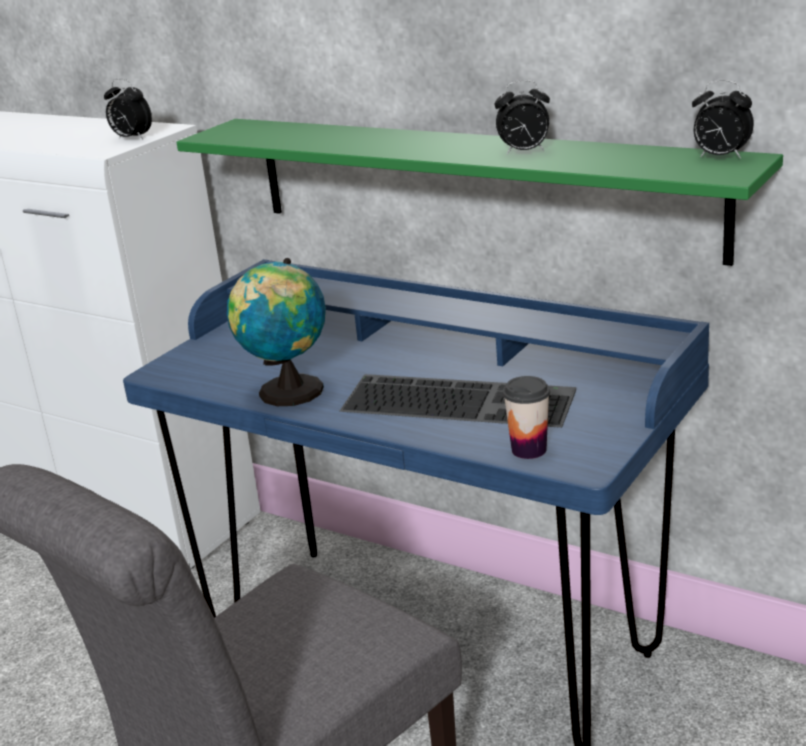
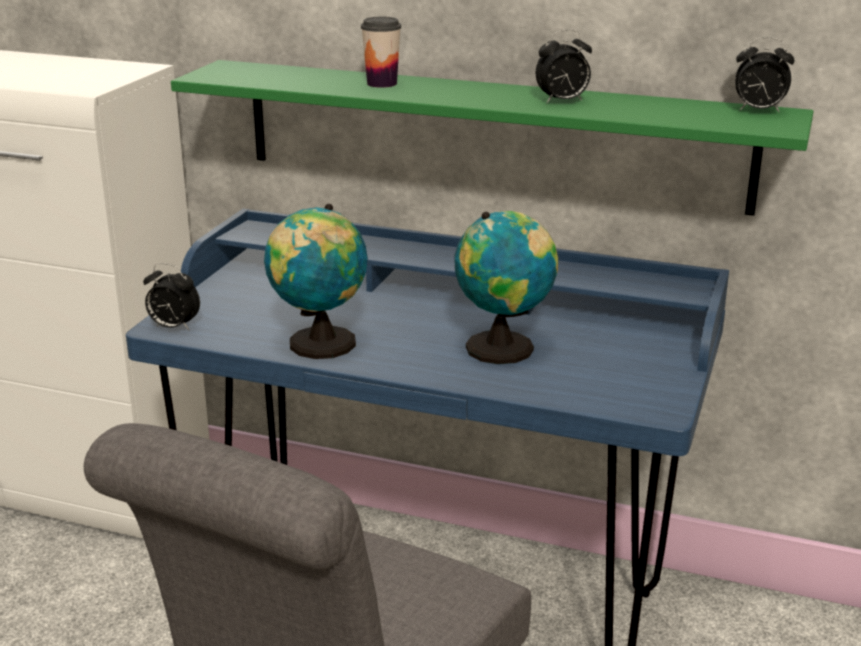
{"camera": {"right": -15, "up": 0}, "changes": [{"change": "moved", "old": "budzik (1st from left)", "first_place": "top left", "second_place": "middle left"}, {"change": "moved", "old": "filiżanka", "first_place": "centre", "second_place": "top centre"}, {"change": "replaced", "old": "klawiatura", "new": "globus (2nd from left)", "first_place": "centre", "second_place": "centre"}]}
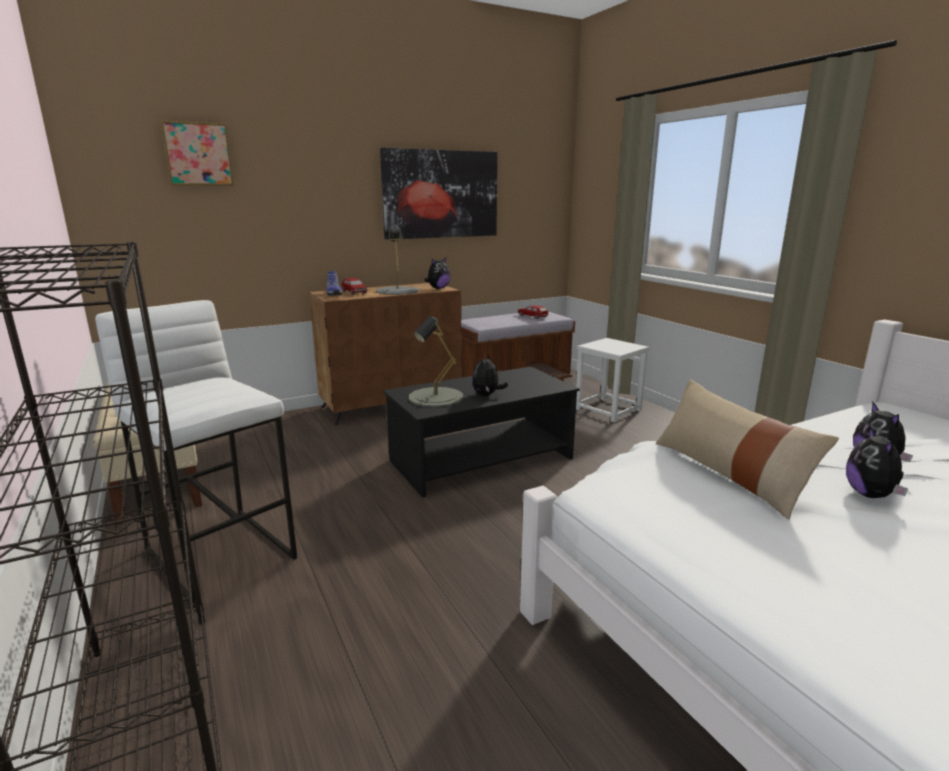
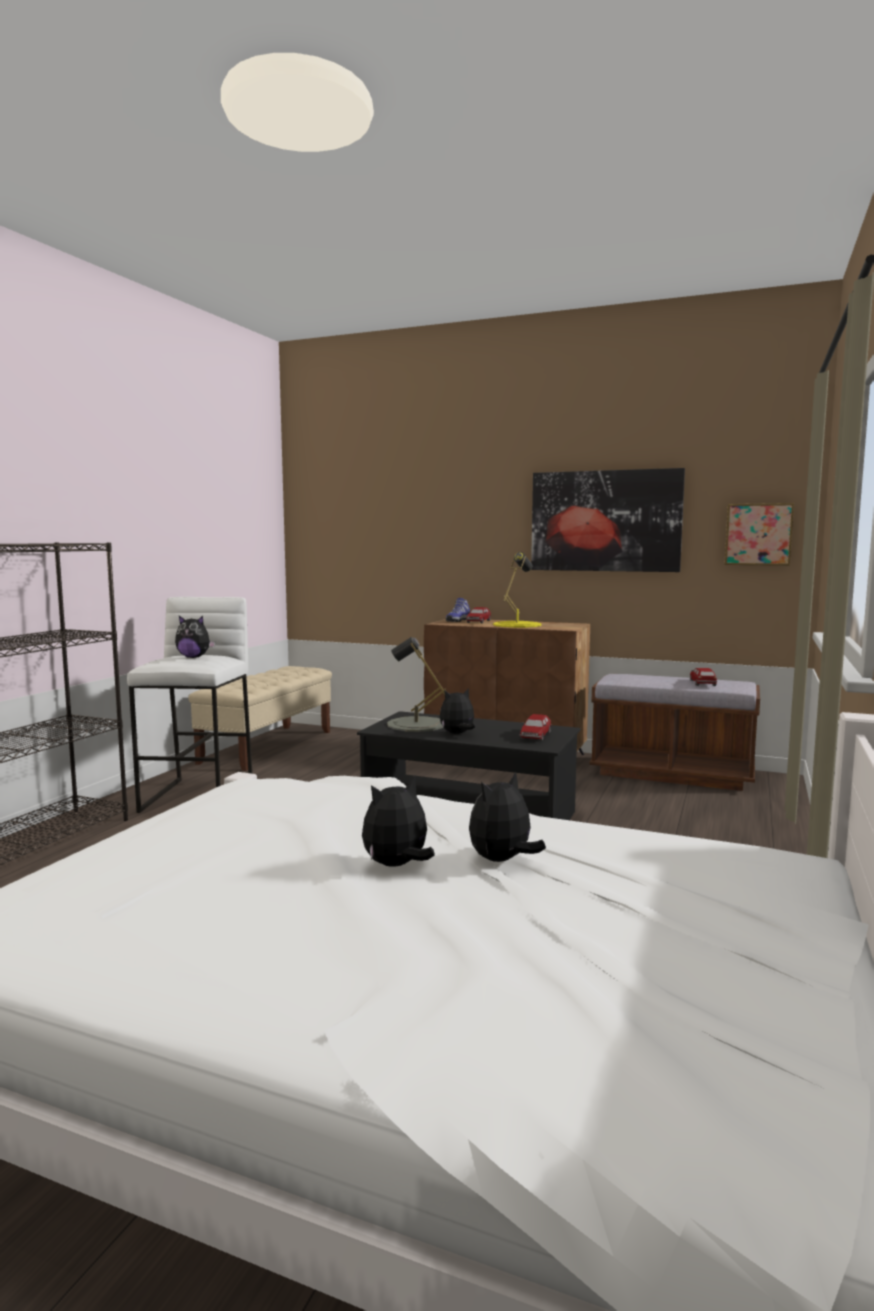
{"camera": {"right": 50, "up": -10}, "changes": [{"change": "removed", "old": "stołek (biały) (2nd from left)", "first_place": "centre"}, {"change": "removed", "old": "poduszka (beżowy)", "first_place": "middle right"}, {"change": "added", "new": "samochodzik (2nd from left)", "second_place": "centre"}, {"change": "moved", "old": "obraz (1st from left in the first image)", "new": "obraz (2nd from left)", "first_place": "top left", "second_place": "middle right"}, {"change": "moved", "old": "pluszak (1st from left)", "first_place": "centre", "second_place": "middle left"}, {"change": "recoloured", "old": "lampa stołowa (szary) (1st from left)", "new": "lampa stołowa (żółty)", "first_place": "centre", "second_place": "centre"}]}
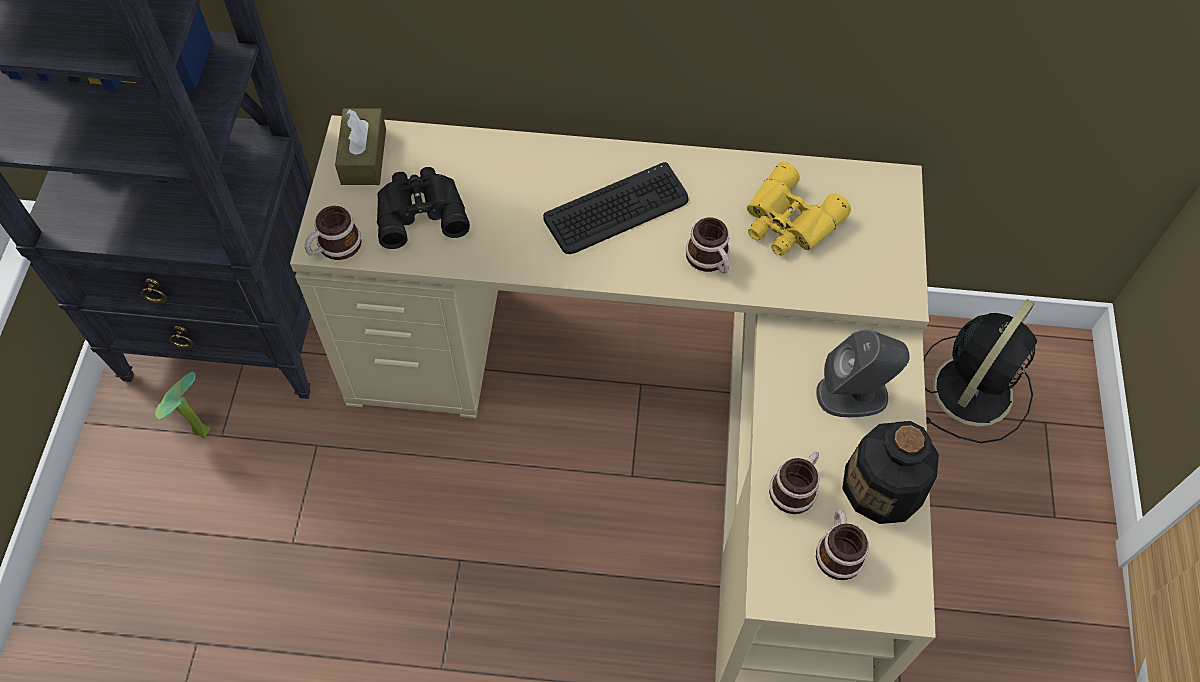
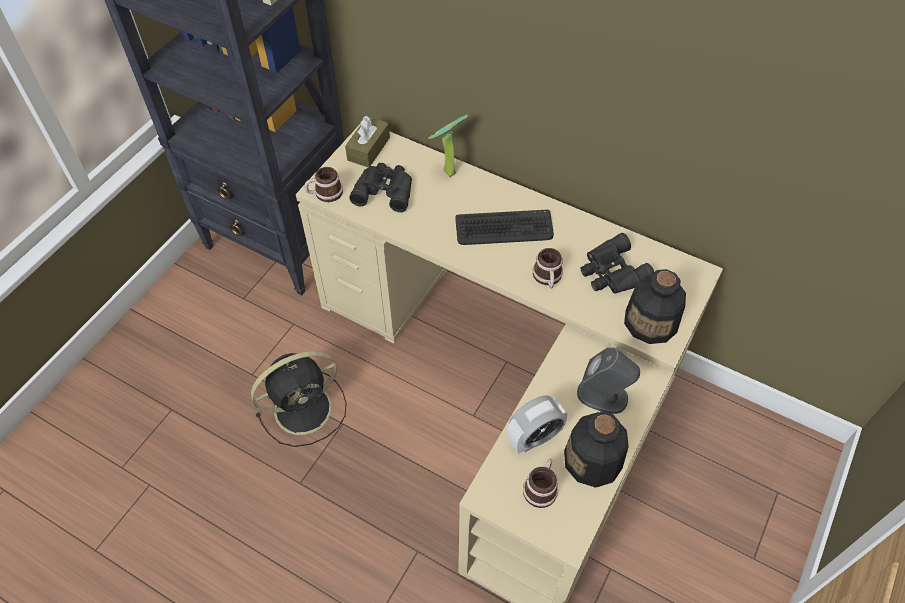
{"camera": {"right": 25, "up": -5}, "changes": [{"change": "added", "new": "butelka (2nd from left)", "second_place": "middle right"}, {"change": "moved", "old": "roślina doniczkowa", "first_place": "middle left", "second_place": "top centre"}, {"change": "moved", "old": "wentylator (czarny)", "first_place": "middle right", "second_place": "middle left"}, {"change": "replaced", "old": "kubek (3rd from left)", "new": "budzik", "first_place": "bottom centre", "second_place": "bottom centre"}, {"change": "recoloured", "old": "lornetka (żółty)", "new": "lornetka (czarny) (2nd from left)", "first_place": "top centre", "second_place": "middle right"}]}
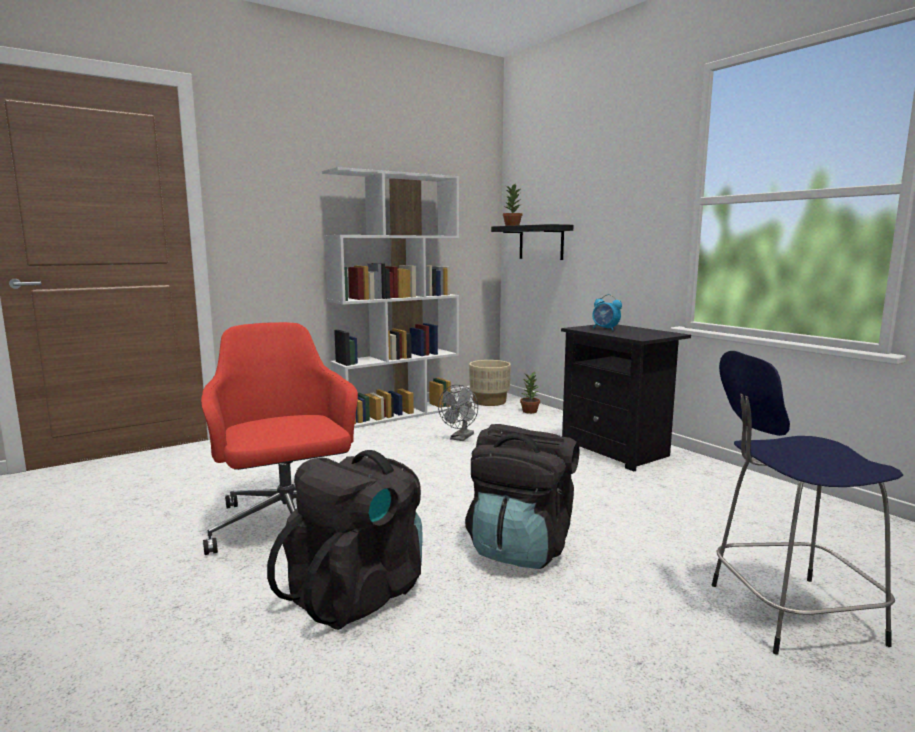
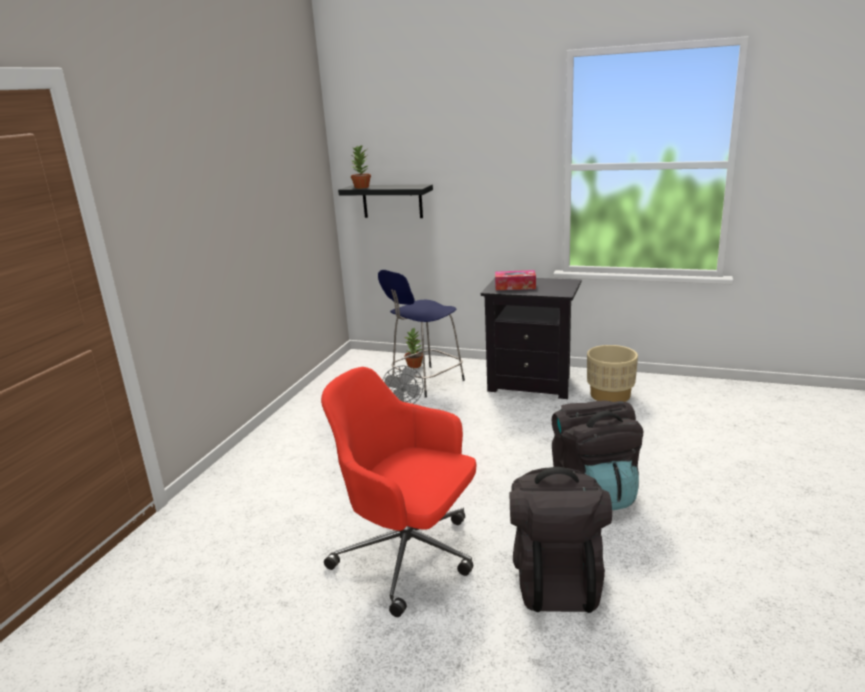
{"camera": {"right": -35, "up": 10}, "changes": [{"change": "removed", "old": "regał (biały)", "first_place": "centre"}, {"change": "moved", "old": "donica (beżowy)", "first_place": "centre", "second_place": "middle right"}, {"change": "moved", "old": "stołek (niebieski)", "first_place": "bottom right", "second_place": "centre"}, {"change": "replaced", "old": "budzik", "new": "pudełko chusteczek", "first_place": "centre", "second_place": "centre"}]}
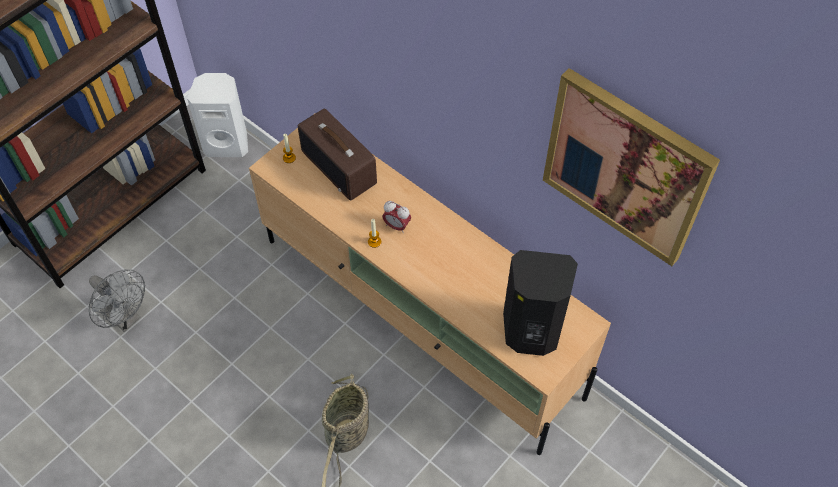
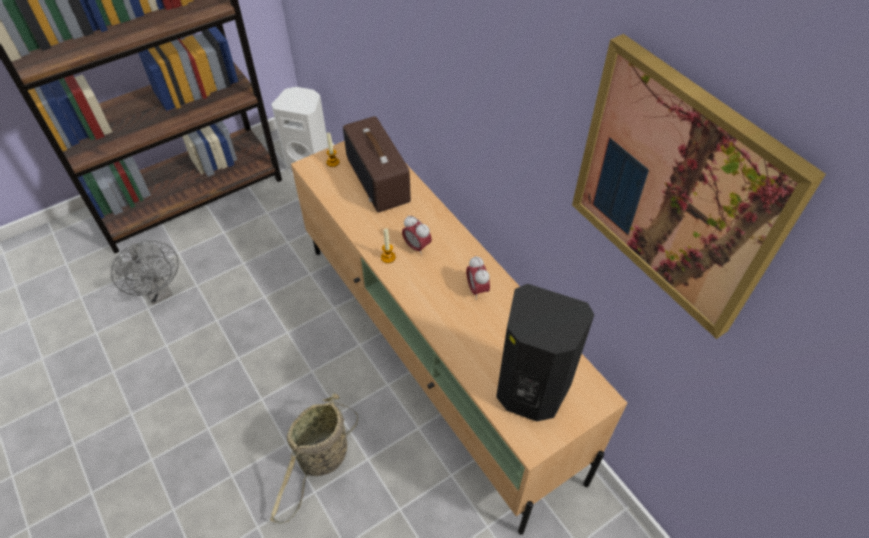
{"camera": {"right": 15, "up": -5}, "changes": [{"change": "added", "new": "budzik (2nd from left)", "second_place": "centre"}]}
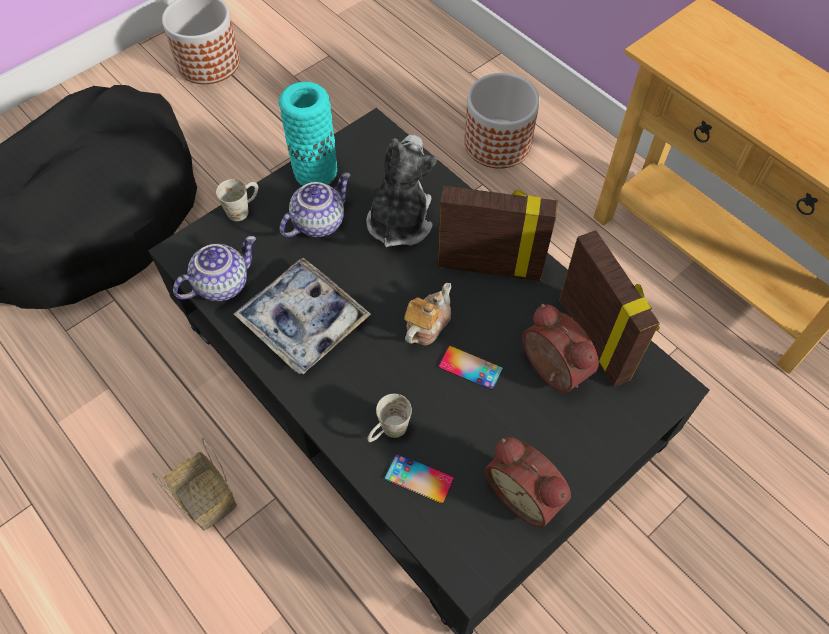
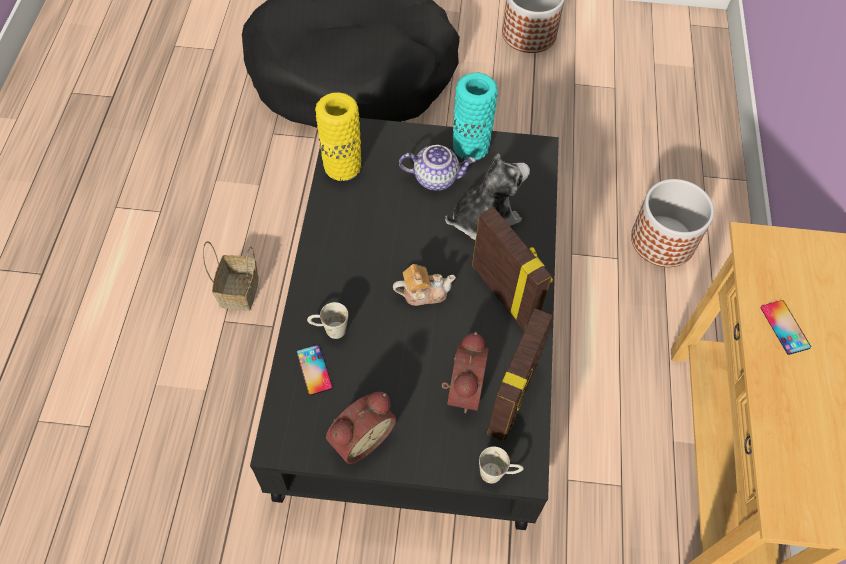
{"camera": {"right": 45, "up": 0}, "changes": [{"change": "removed", "old": "taca", "first_place": "centre"}, {"change": "moved", "old": "kubek (biały) (1st from left in the first image)", "new": "kubek (biały) (2nd from left)", "first_place": "top left", "second_place": "bottom centre"}, {"change": "moved", "old": "telefon (2nd from left)", "first_place": "centre", "second_place": "middle right"}, {"change": "replaced", "old": "imbryk (1st from left)", "new": "wazon (żółty)", "first_place": "middle left", "second_place": "top centre"}, {"change": "turned", "old": "budzik (1st from left)", "first_place": "bottom centre", "second_place": "bottom centre", "degrees": -135}]}
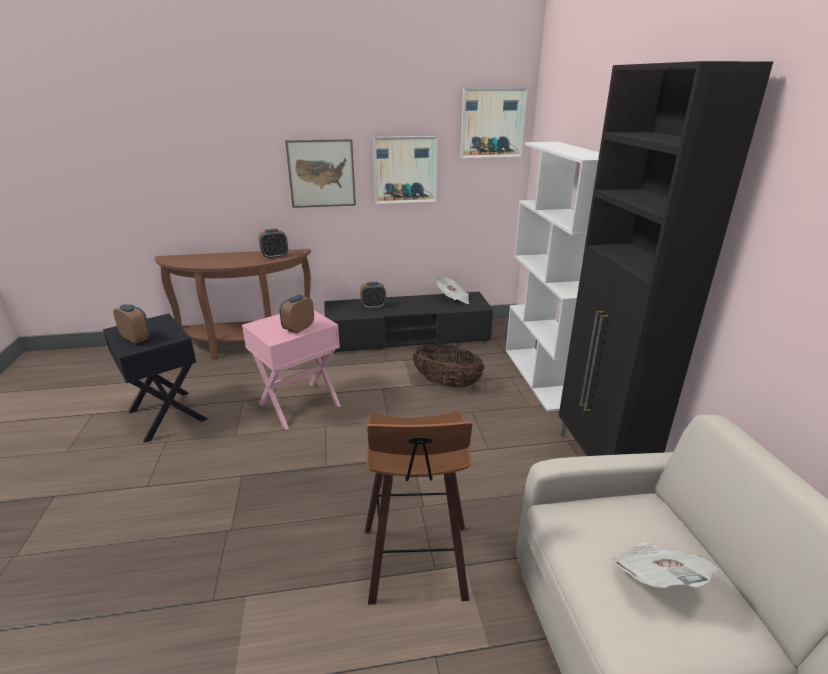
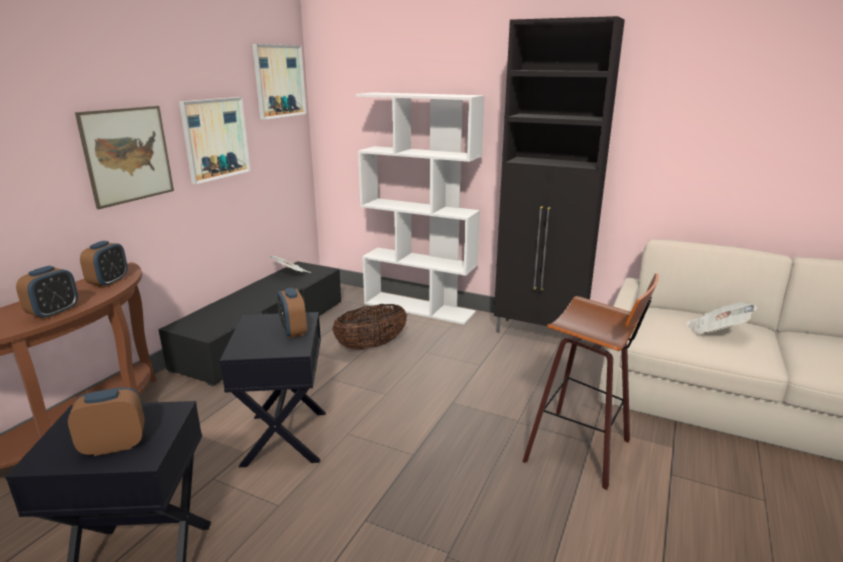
{"camera": {"right": -55, "up": -5}, "changes": [{"change": "moved", "old": "budzik (4th from left in the first image)", "new": "budzik (1st from left)", "first_place": "centre", "second_place": "middle left"}, {"change": "recoloured", "old": "stolik (różowy)", "new": "stolik (czarny) (2nd from left)", "first_place": "centre", "second_place": "bottom left"}]}
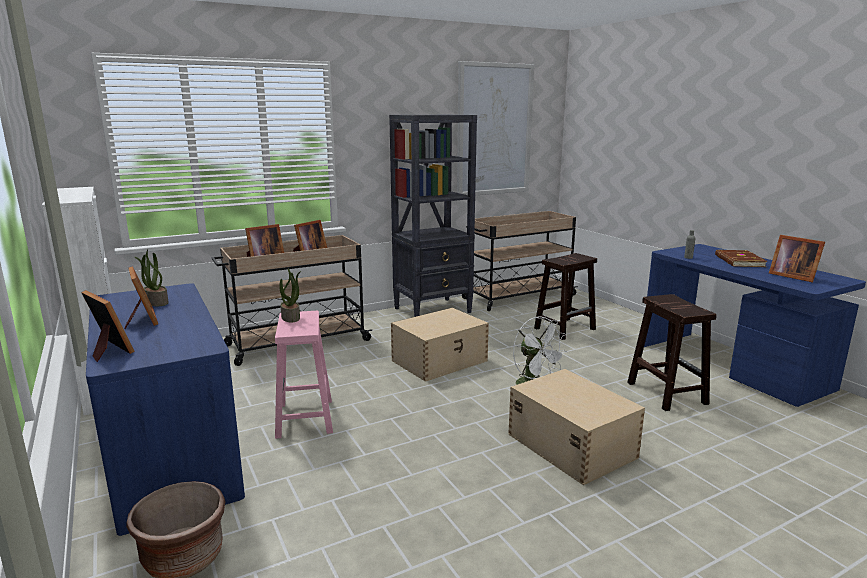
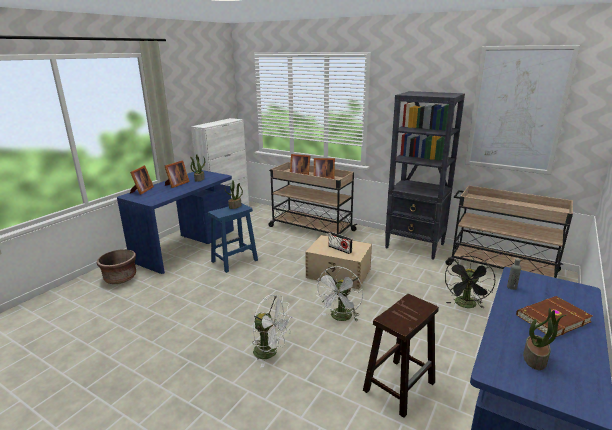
{"camera": {"right": 60, "up": 5}, "changes": [{"change": "added", "new": "radio", "second_place": "centre"}, {"change": "replaced", "old": "pojemnik do przechowywania (beżowy) (2nd from left)", "new": "wentylator (biały) (1st from left)", "first_place": "bottom centre", "second_place": "bottom centre"}, {"change": "replaced", "old": "stołek (brązowy) (1st from left)", "new": "wentylator (czarny)", "first_place": "centre", "second_place": "middle right"}, {"change": "replaced", "old": "ramka na zdjęcie (5th from left)", "new": "roślina doniczkowa (3rd from left)", "first_place": "middle right", "second_place": "bottom right"}, {"change": "recoloured", "old": "stołek (różowy)", "new": "stołek (niebieski)", "first_place": "centre", "second_place": "centre"}]}
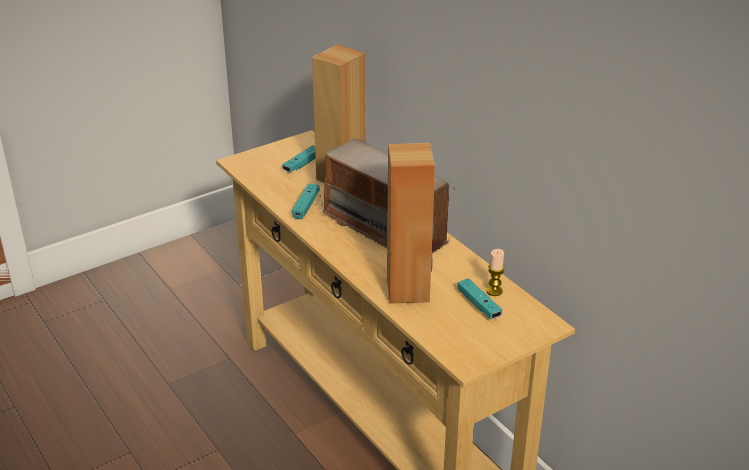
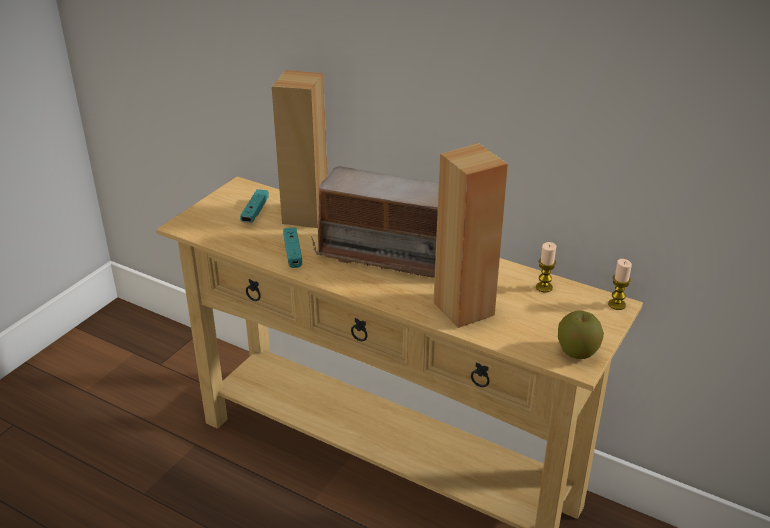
{"camera": {"right": -25, "up": 0}, "changes": [{"change": "removed", "old": "pad do gier (turkusowy) (3rd from left)", "first_place": "centre"}, {"change": "added", "new": "jabłko", "second_place": "middle right"}, {"change": "added", "new": "świeca (2nd from left)", "second_place": "middle right"}]}
